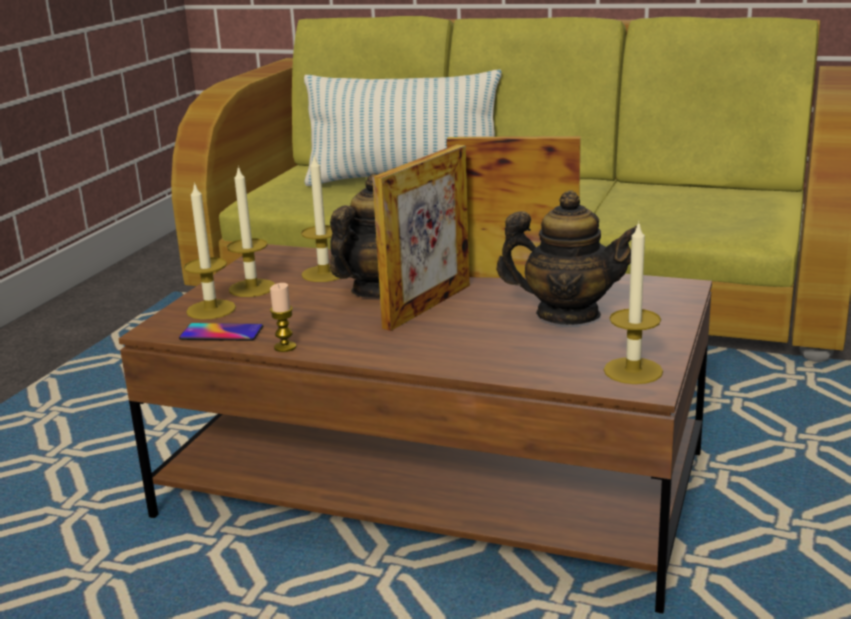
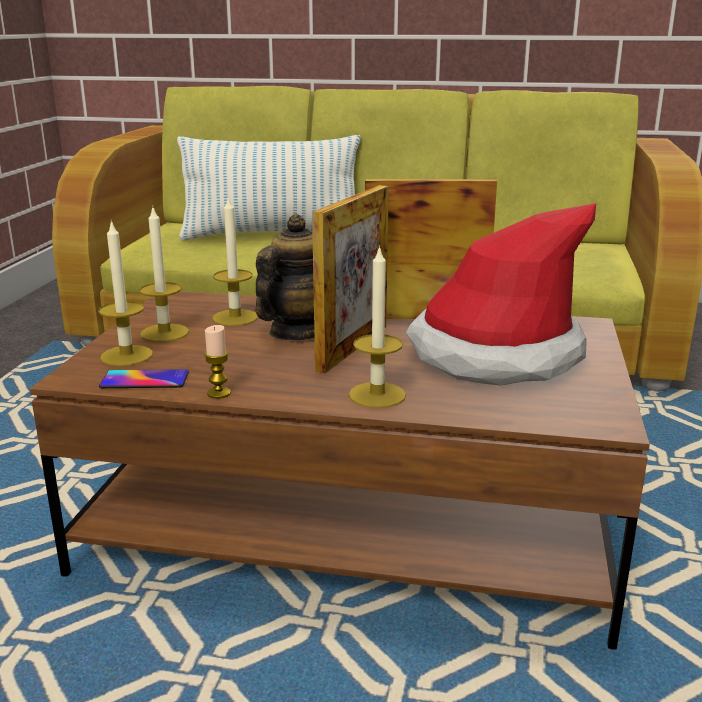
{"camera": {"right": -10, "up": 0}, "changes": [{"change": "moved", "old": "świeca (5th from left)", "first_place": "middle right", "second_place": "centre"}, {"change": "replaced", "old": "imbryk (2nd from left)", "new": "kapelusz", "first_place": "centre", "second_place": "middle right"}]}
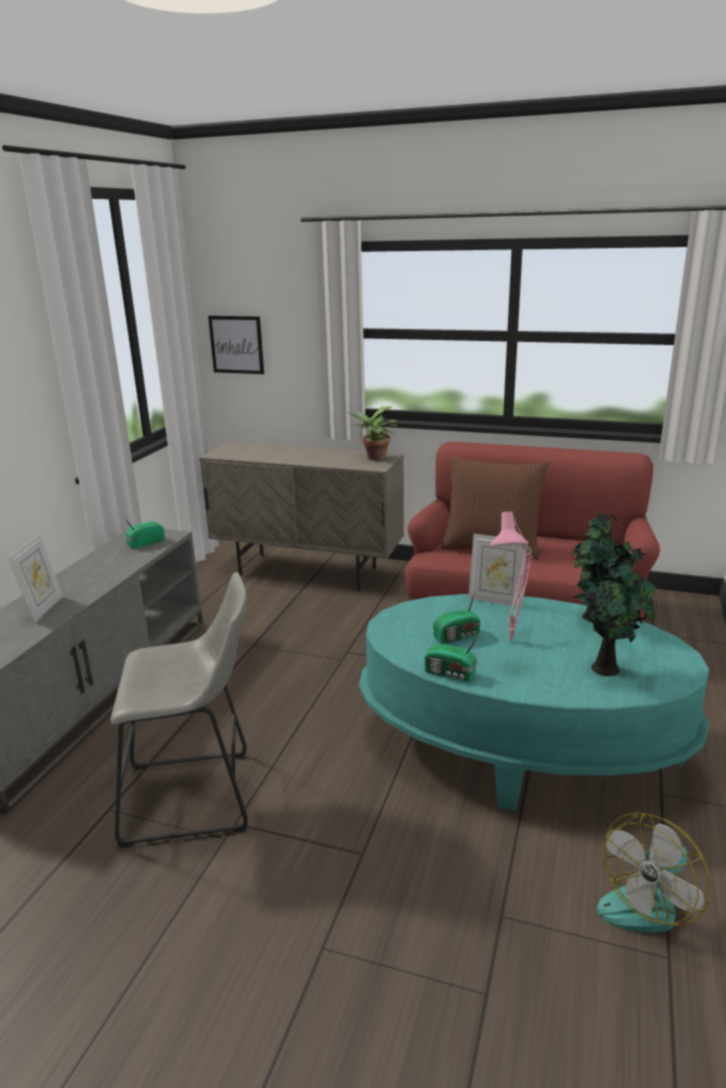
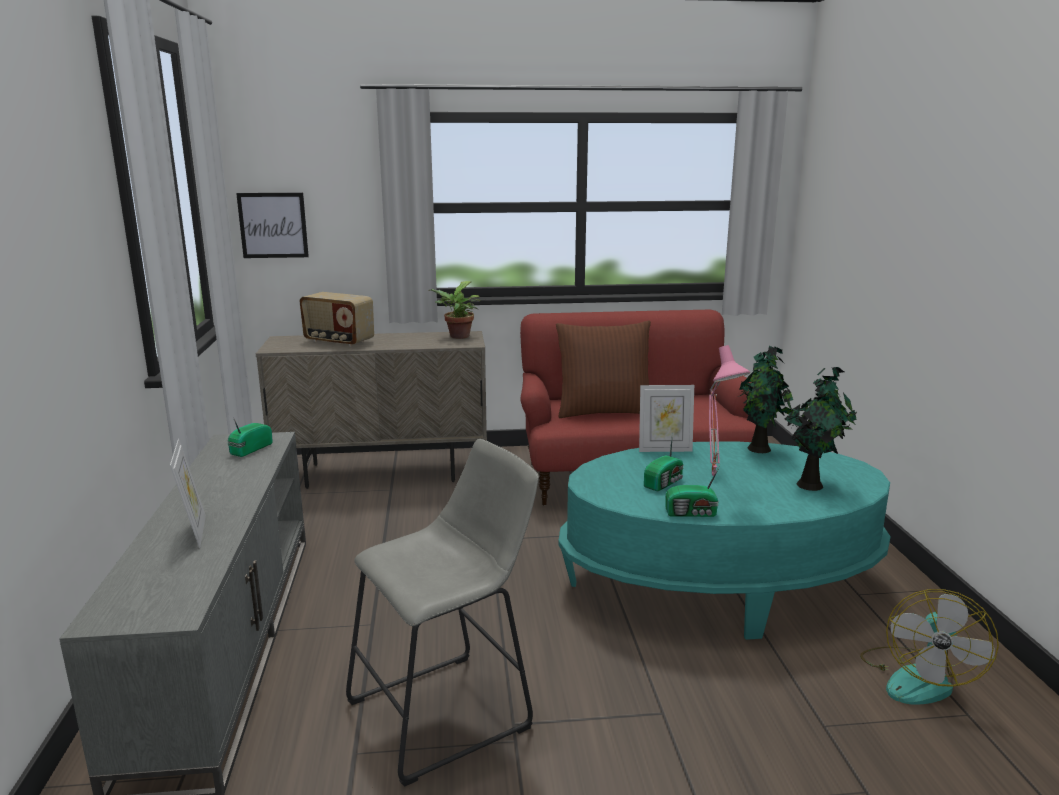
{"camera": {"right": -25, "up": -5}, "changes": [{"change": "added", "new": "radio (2nd from left)", "second_place": "middle left"}]}
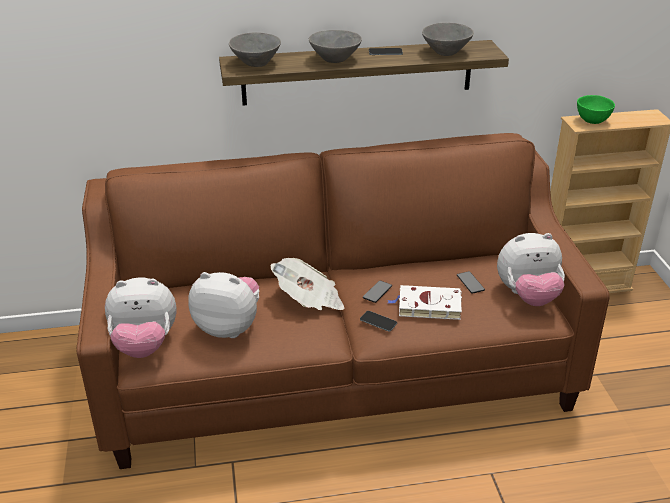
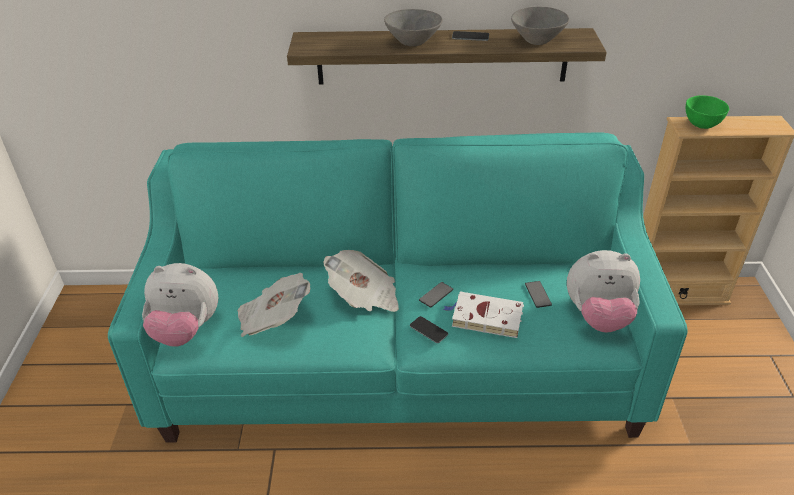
{"camera": {"right": 10, "up": 5}, "changes": [{"change": "removed", "old": "miska (szary) (1st from left)", "first_place": "top centre"}, {"change": "replaced", "old": "pluszak (2nd from left)", "new": "gazeta (1st from left)", "first_place": "middle left", "second_place": "centre"}, {"change": "recoloured", "old": "kanapa (brązowy)", "new": "kanapa (turkusowy)", "first_place": "centre", "second_place": "centre"}]}
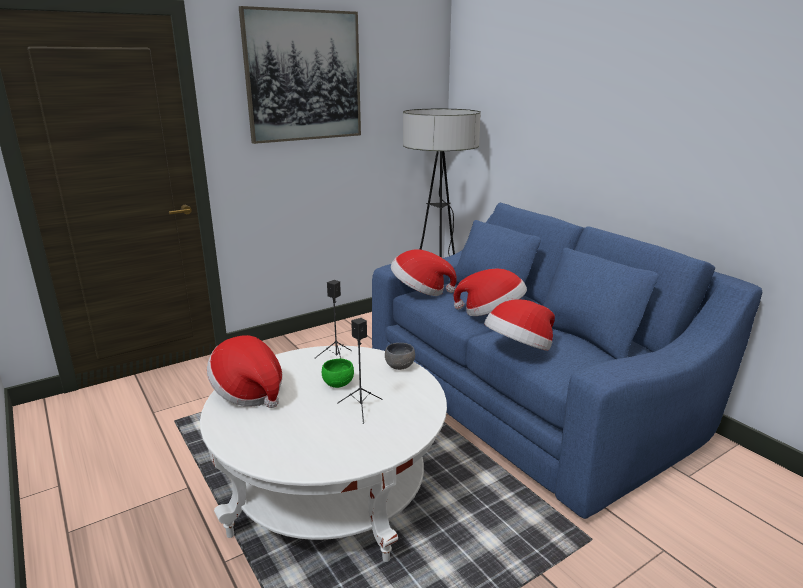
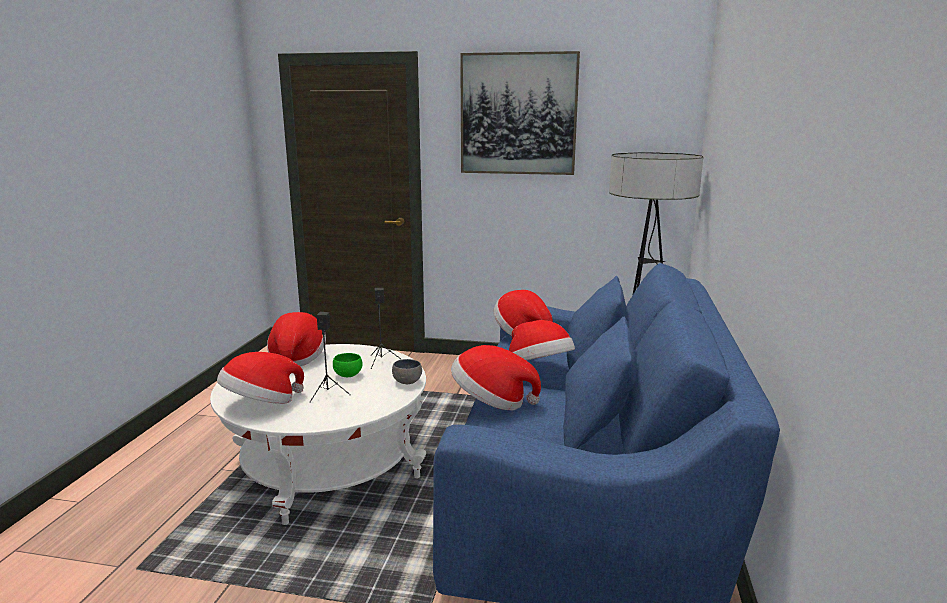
{"camera": {"right": 45, "up": -5}, "changes": [{"change": "added", "new": "kapelusz (1st from left)", "second_place": "middle left"}]}
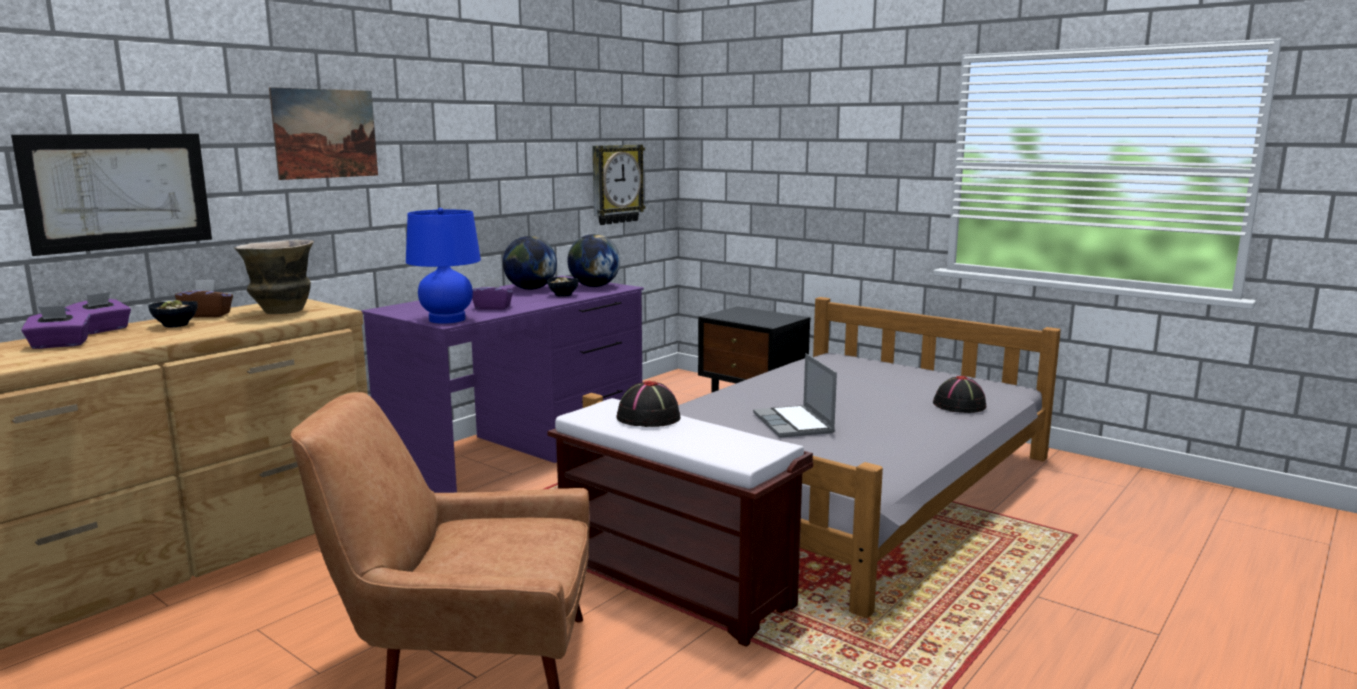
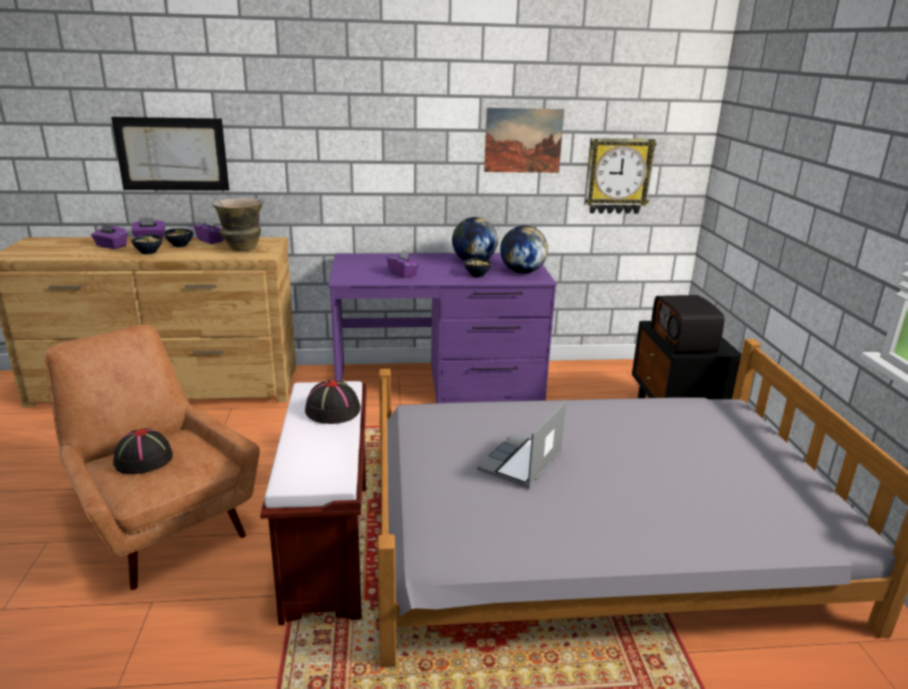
{"camera": {"right": 45, "up": 10}, "changes": [{"change": "removed", "old": "lampa stołowa (niebieski)", "first_place": "middle left"}, {"change": "added", "new": "miska (1st from left)", "second_place": "middle left"}, {"change": "added", "new": "radio", "second_place": "middle right"}, {"change": "moved", "old": "obraz (2nd from left)", "first_place": "top left", "second_place": "top centre"}, {"change": "moved", "old": "kapelusz (czarny) (2nd from left in the first image)", "new": "kapelusz (czarny) (1st from left)", "first_place": "middle right", "second_place": "middle left"}, {"change": "recoloured", "old": "pudełko chusteczek (brązowy)", "new": "pudełko chusteczek (fioletowy) (3rd from left)", "first_place": "middle left", "second_place": "middle left"}]}
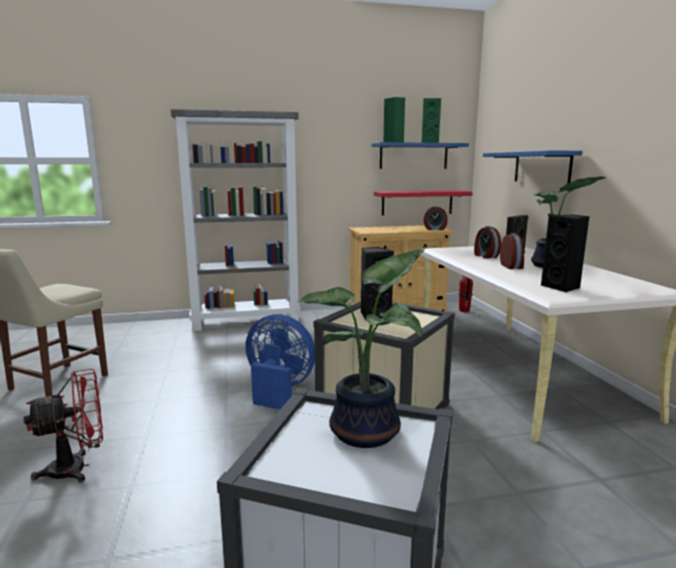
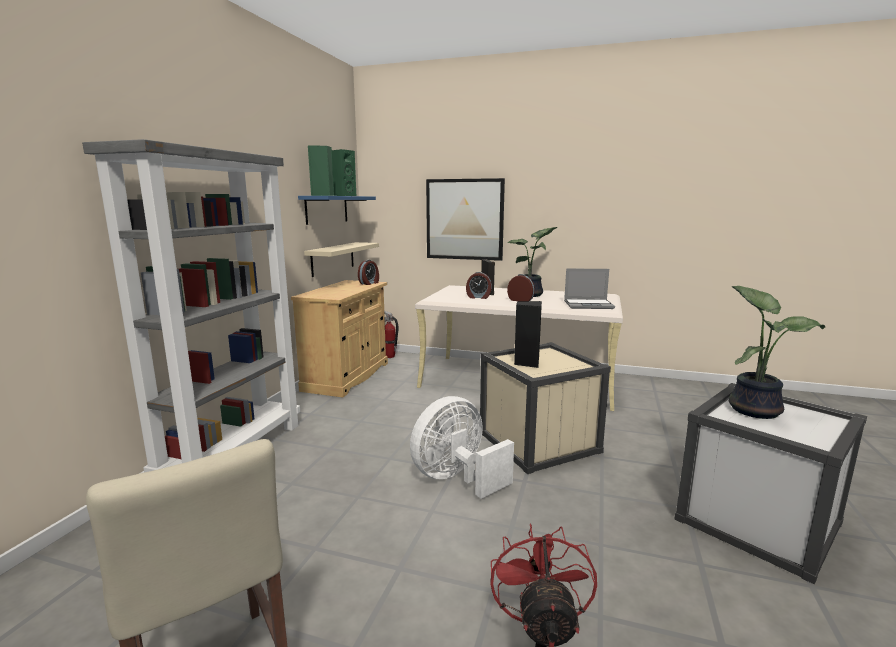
{"camera": {"right": -60, "up": 0}, "changes": [{"change": "replaced", "old": "półka (niebieski) (2nd from left)", "new": "obraz", "first_place": "top right", "second_place": "centre"}, {"change": "replaced", "old": "głośnik (czarny) (3rd from left)", "new": "laptop", "first_place": "middle right", "second_place": "centre"}, {"change": "recoloured", "old": "wentylator (niebieski)", "new": "wentylator (biały)", "first_place": "centre", "second_place": "bottom centre"}, {"change": "recoloured", "old": "półka (czerwony)", "new": "półka (beżowy)", "first_place": "centre", "second_place": "centre"}]}
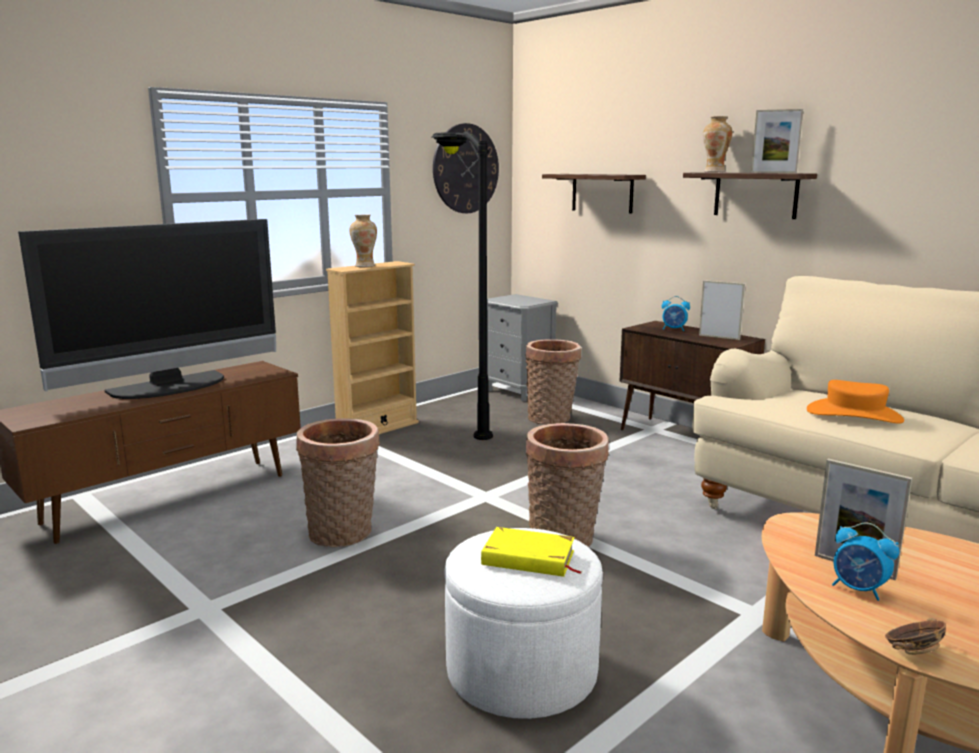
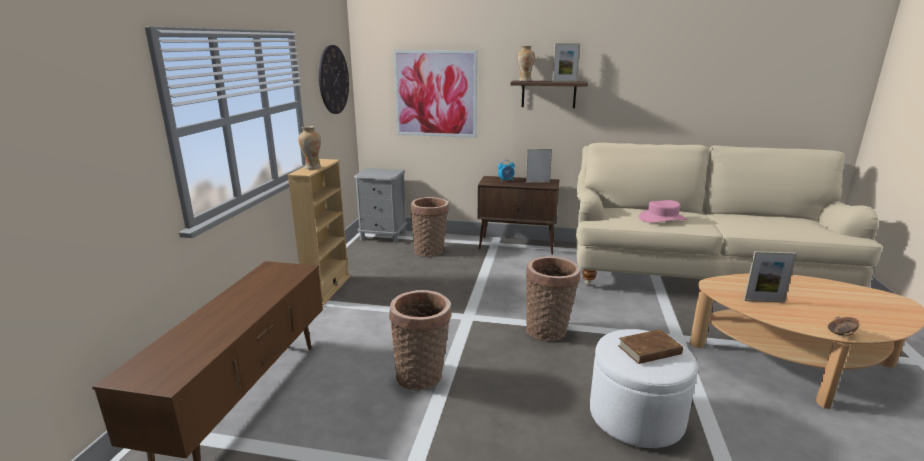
{"camera": {"right": -35, "up": 5}, "changes": [{"change": "removed", "old": "telewizor", "first_place": "middle left"}, {"change": "removed", "old": "lampa stojąca (czarny)", "first_place": "centre"}, {"change": "removed", "old": "budzik (2nd from left)", "first_place": "bottom right"}, {"change": "replaced", "old": "półka (1st from left)", "new": "obraz", "first_place": "top centre", "second_place": "top centre"}, {"change": "recoloured", "old": "książka (żółty)", "new": "książka (brązowy)", "first_place": "bottom centre", "second_place": "bottom right"}, {"change": "recoloured", "old": "kapelusz (pomarańczowy)", "new": "kapelusz (różowy)", "first_place": "middle right", "second_place": "middle right"}]}
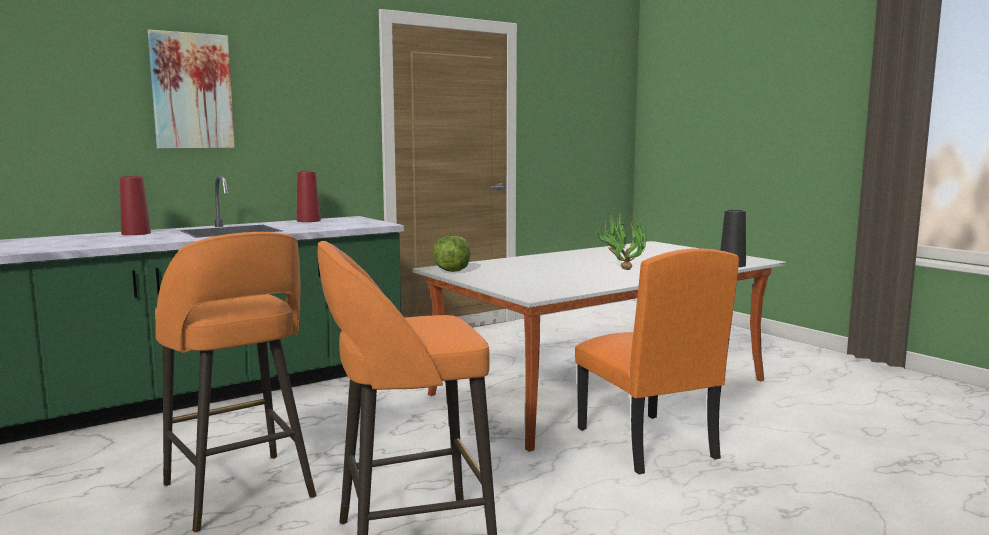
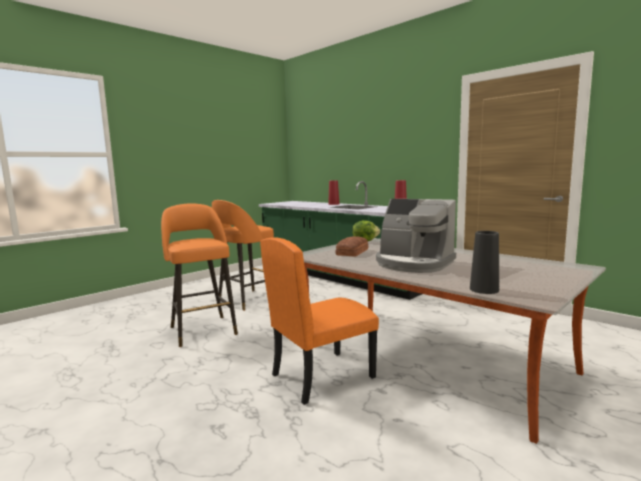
{"camera": {"right": 80, "up": 0}, "changes": [{"change": "removed", "old": "obraz", "first_place": "top left"}, {"change": "added", "new": "chleb", "second_place": "centre"}, {"change": "replaced", "old": "roślina doniczkowa", "new": "ekspres do kawy", "first_place": "centre", "second_place": "centre"}]}
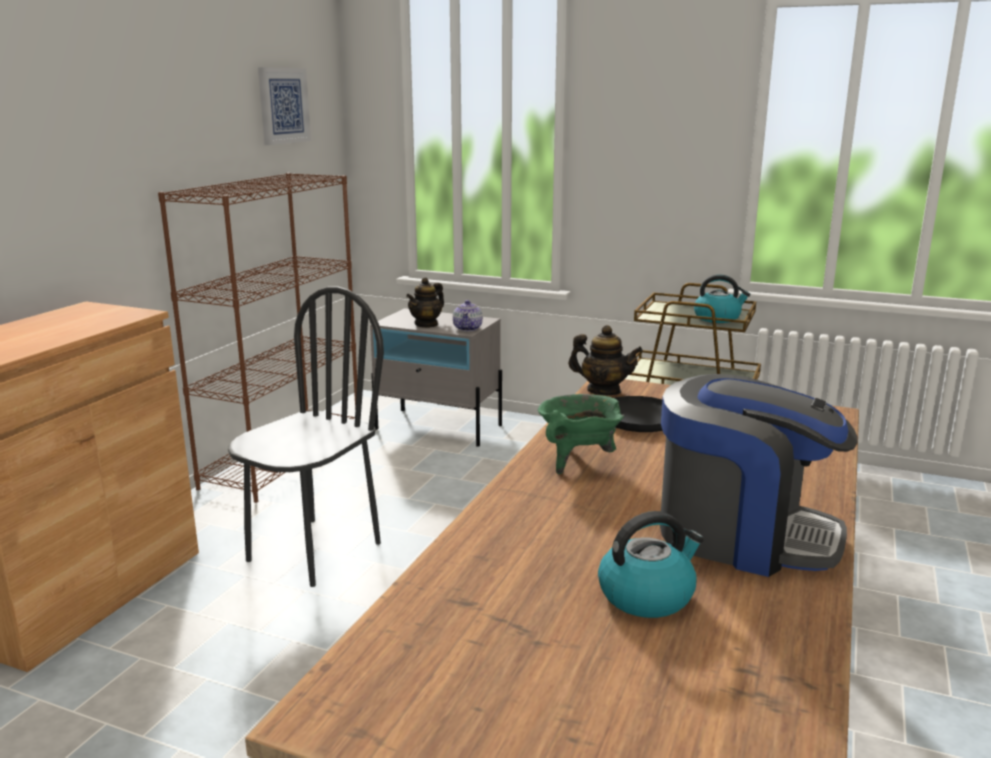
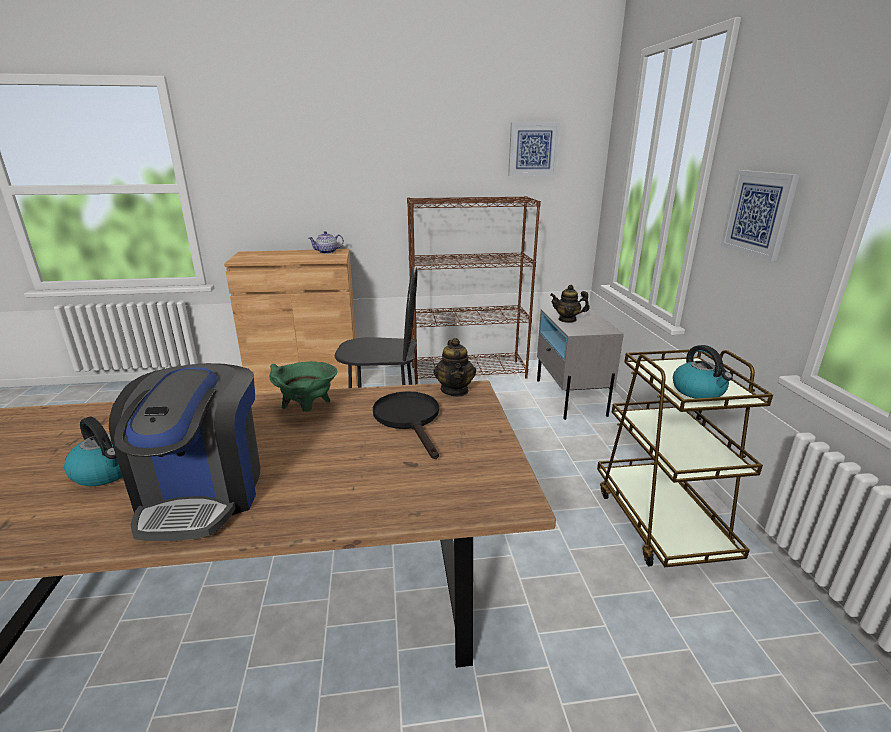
{"camera": {"right": 60, "up": 5}, "changes": [{"change": "added", "new": "obraz (2nd from left)", "second_place": "top right"}, {"change": "moved", "old": "imbryk (2nd from left in the first image)", "new": "imbryk (1st from left)", "first_place": "centre", "second_place": "top centre"}]}
